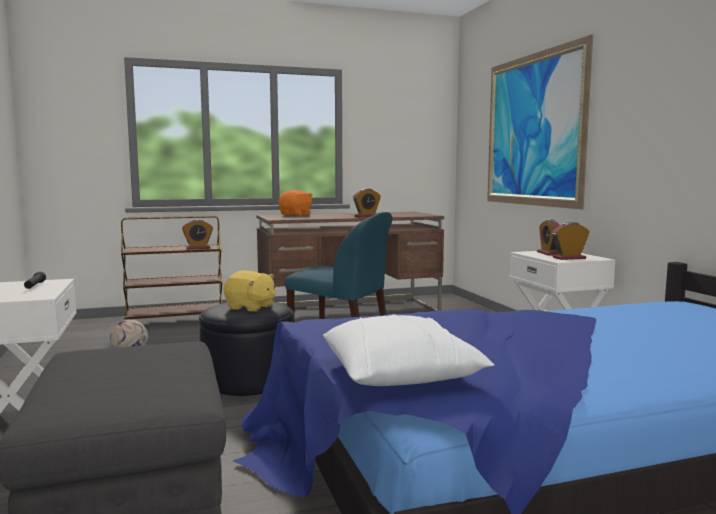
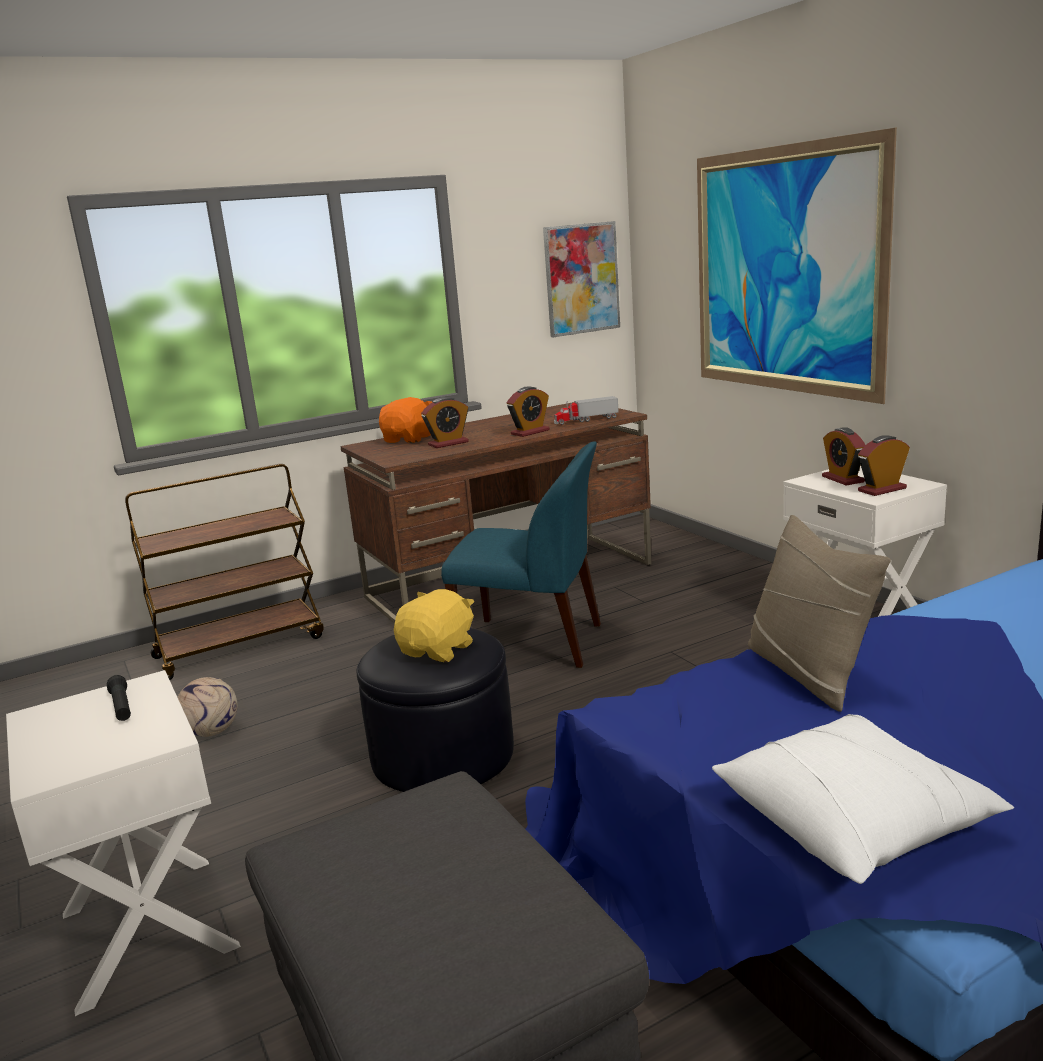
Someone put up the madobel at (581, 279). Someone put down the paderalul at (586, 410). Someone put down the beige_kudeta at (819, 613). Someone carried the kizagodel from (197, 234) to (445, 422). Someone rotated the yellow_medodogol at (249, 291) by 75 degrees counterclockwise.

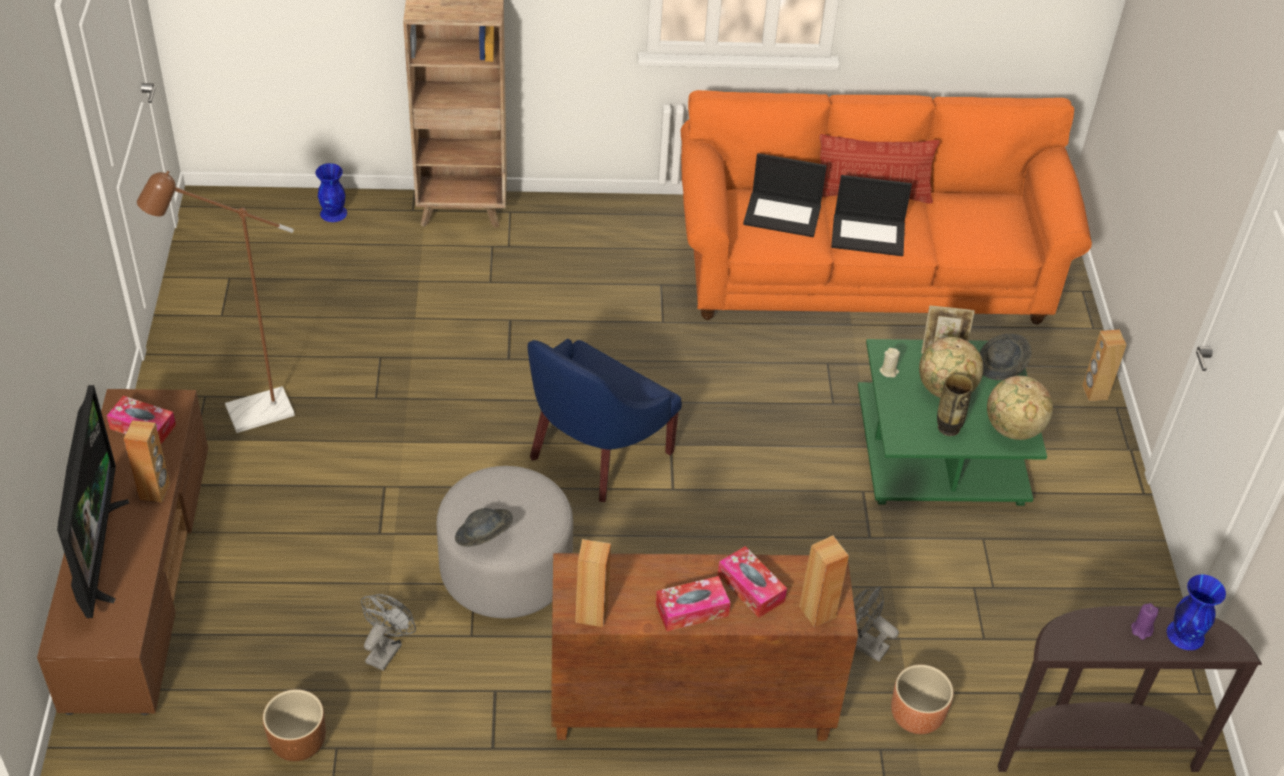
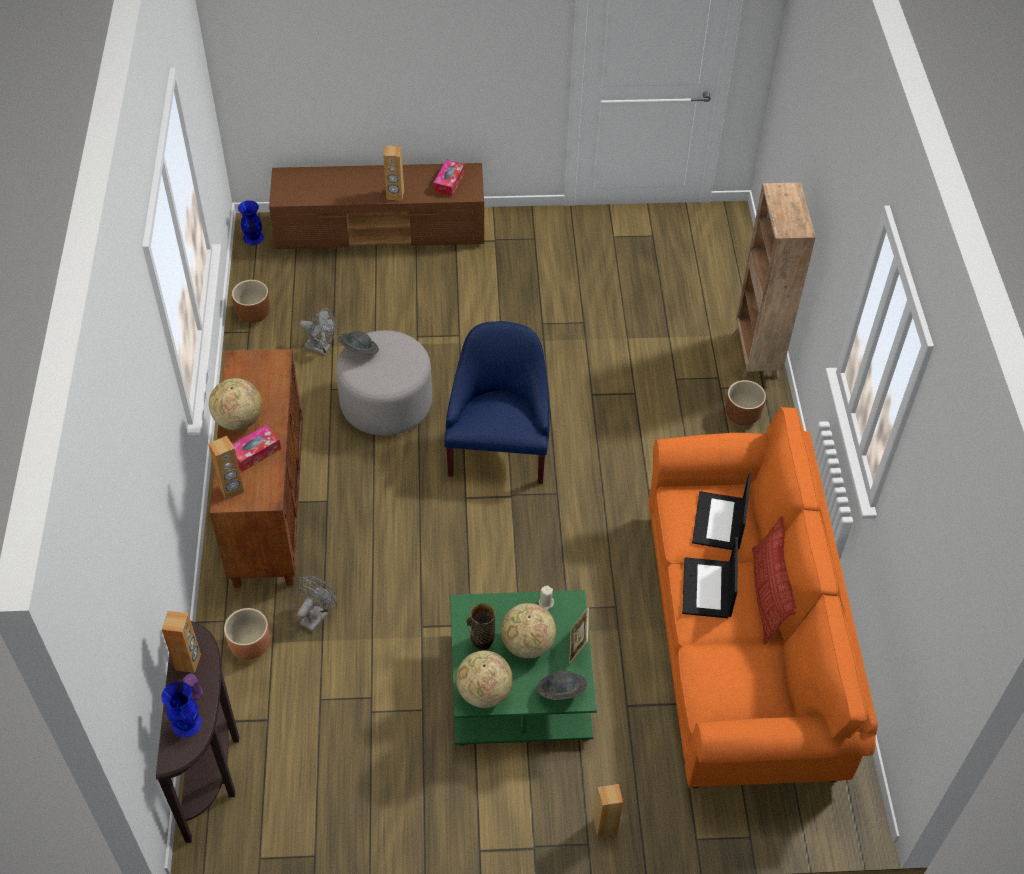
Someone took away the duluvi at (93, 501). Someone took away the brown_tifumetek at (216, 302). Someone put down the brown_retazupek at (745, 403). Someone carried the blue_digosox from (331, 192) to (251, 222). Someone carried the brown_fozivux from (593, 583) to (181, 642). Someone swapped the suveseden at (693, 603) for the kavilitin at (235, 404). Someone rotated the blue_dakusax at (604, 420) by 60 degrees clockwise.

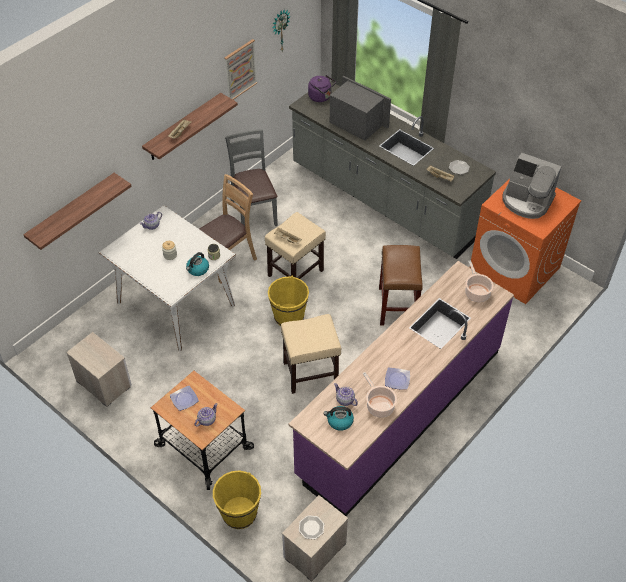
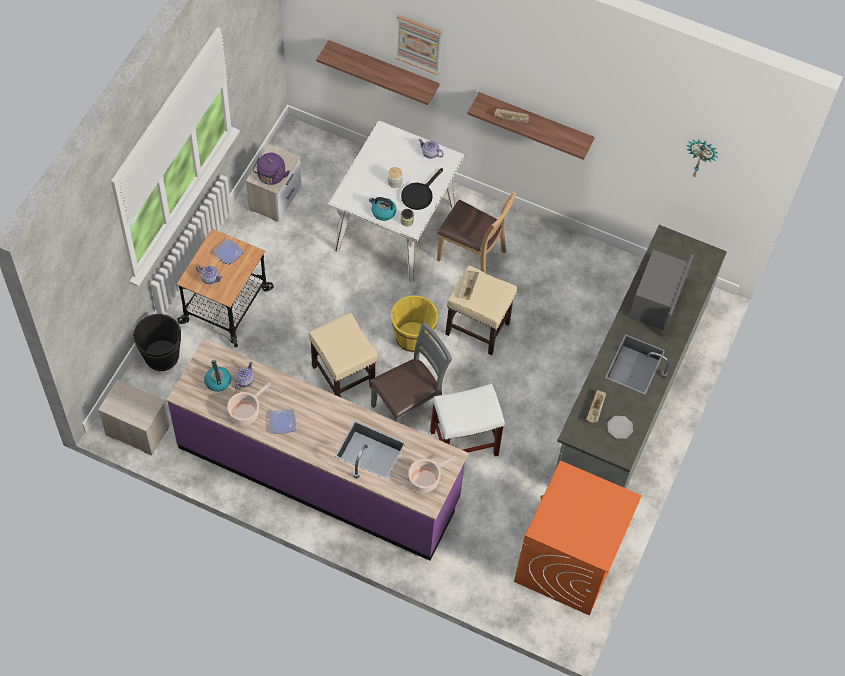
Someone took away the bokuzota at (311, 527). Someone took away the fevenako at (532, 186). Someone put down the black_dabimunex at (422, 189). Someone carried the madobel from (240, 69) to (419, 45). Someone carried the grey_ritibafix from (251, 177) to (411, 372). Someone carried the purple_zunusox from (322, 88) to (271, 169). Someone repainted the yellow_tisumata at (237, 500), which became the black_tisumata at (157, 342). Someone repainted the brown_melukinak at (401, 285), which became the white_melukinak at (467, 420).

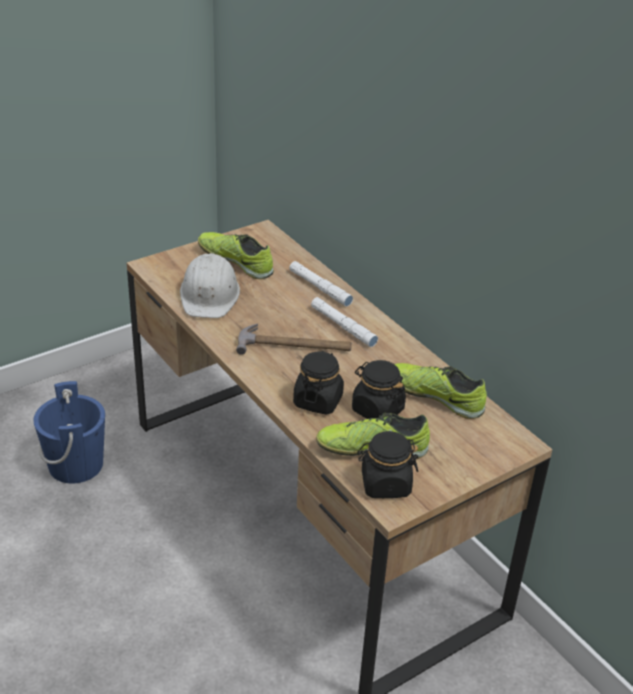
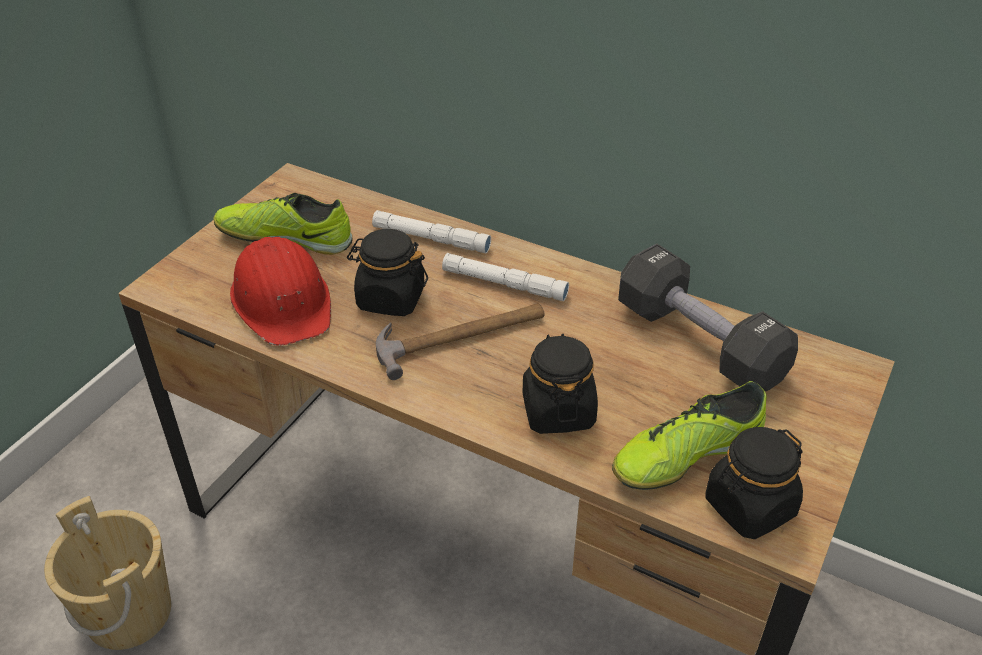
Someone carried the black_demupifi from (379, 389) to (387, 272). Someone swapped the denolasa at (441, 391) for the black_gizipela at (708, 317). Someone repainted the blue_tisumata at (69, 432), which became the beige_tisumata at (107, 573). Someone repainted the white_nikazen at (210, 285), which became the red_nikazen at (280, 291).

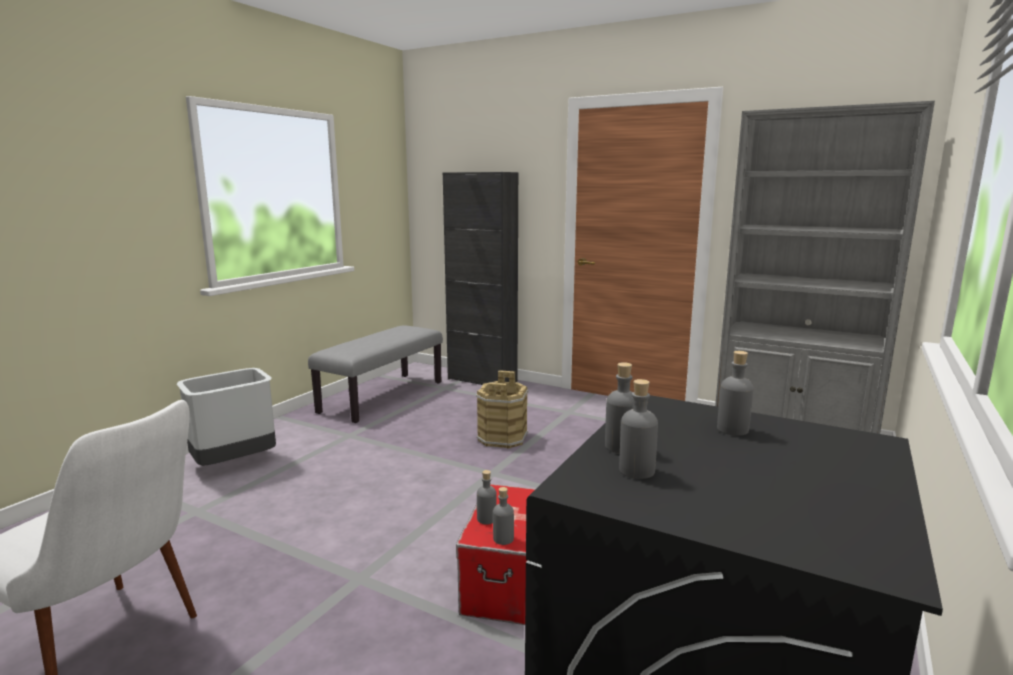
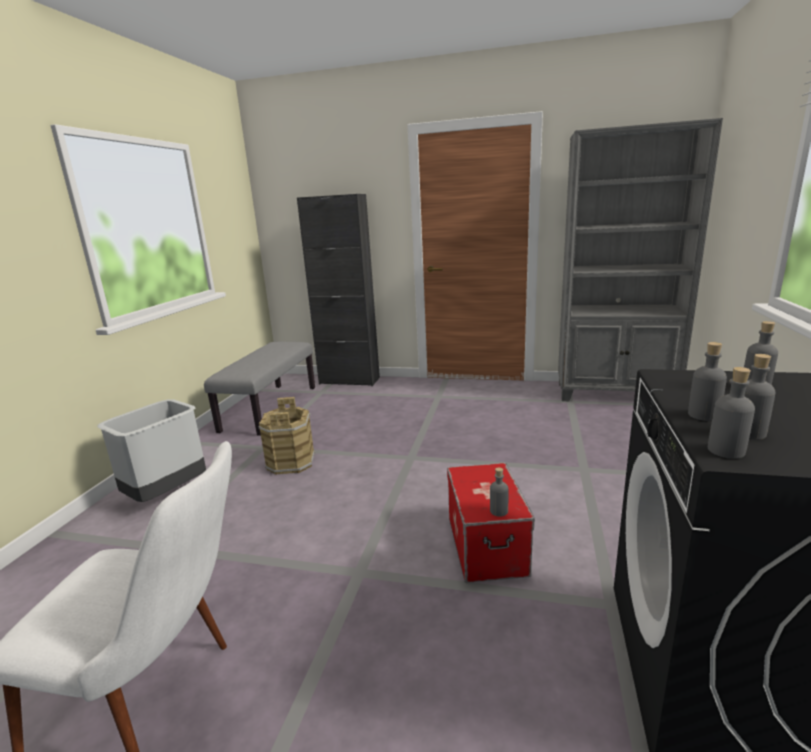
Someone carried the brown_tisumata from (502, 409) to (287, 436). Someone carried the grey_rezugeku from (487, 497) to (731, 413).

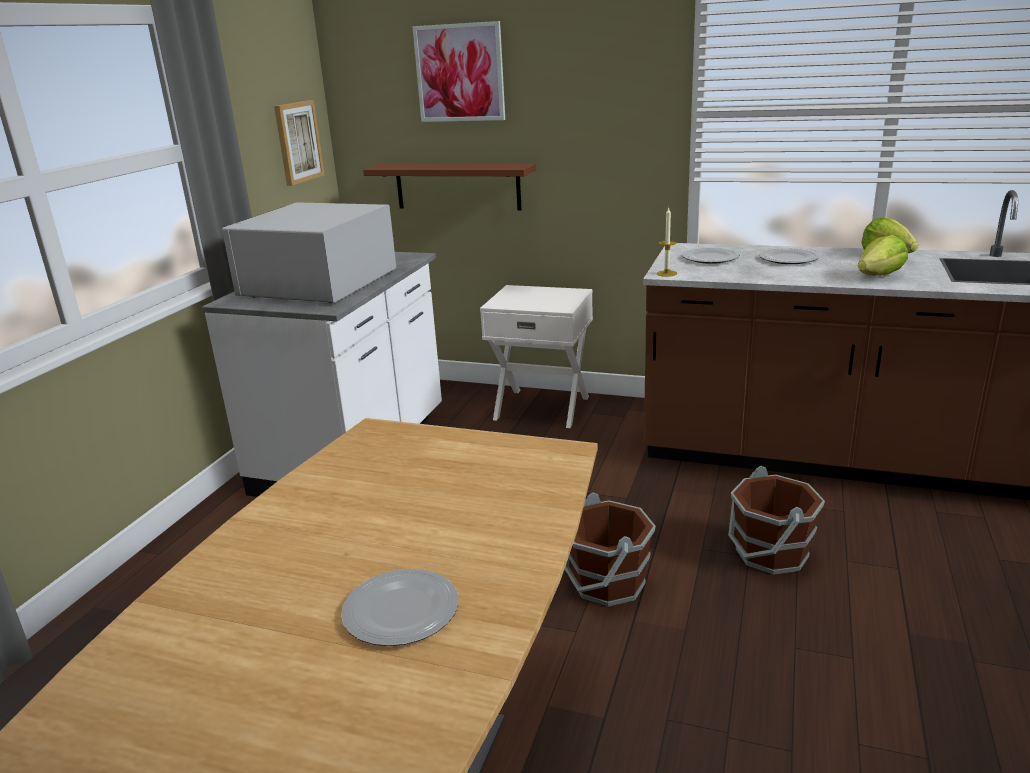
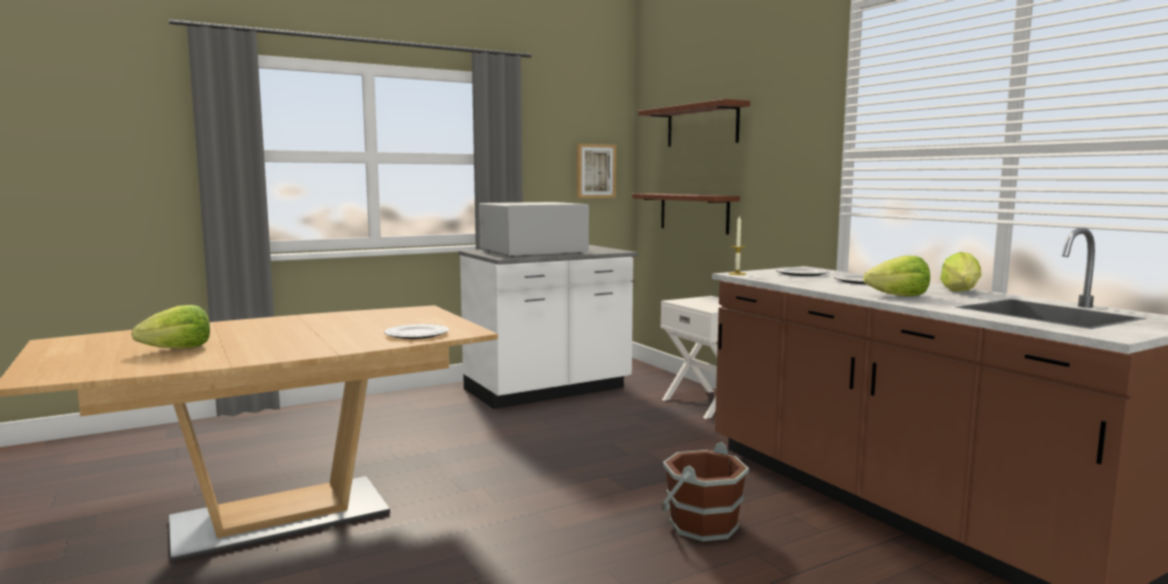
Someone took away the brown_tisumata at (610, 549). Someone put down the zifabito at (170, 327). Someone carried the bokuzota from (400, 607) to (416, 331). Someone swapped the madobel at (458, 71) for the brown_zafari at (694, 123).

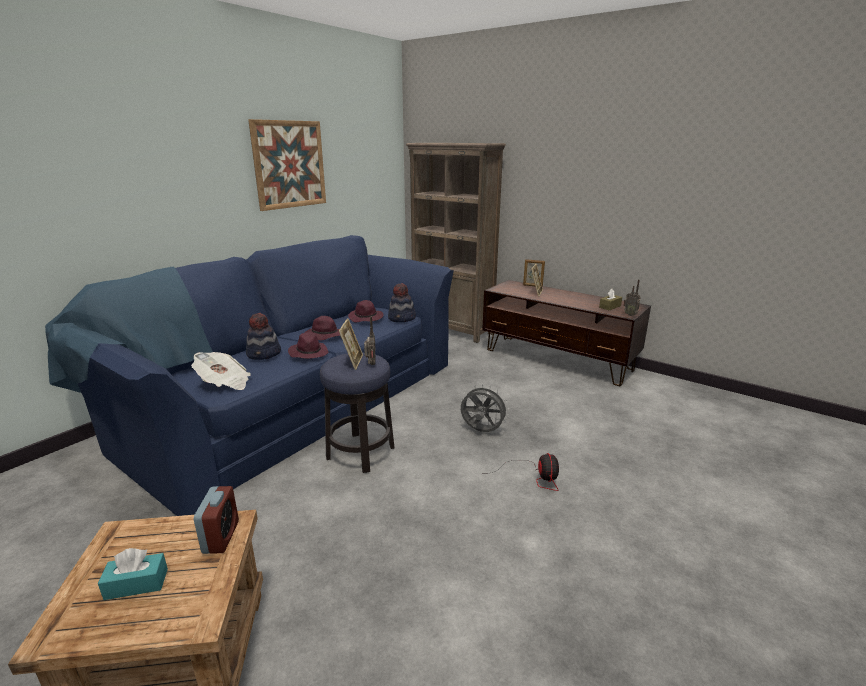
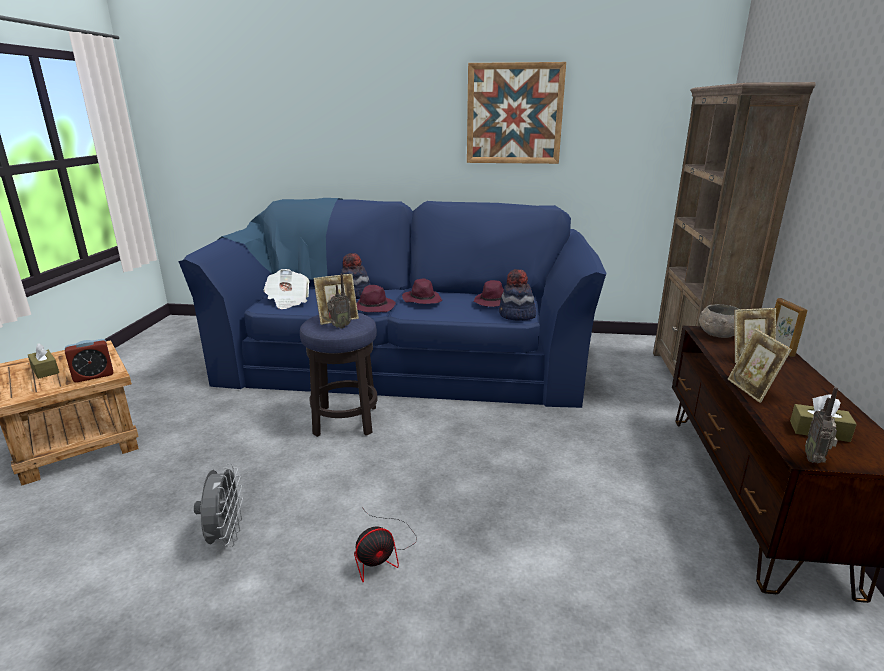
Someone put down the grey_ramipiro at (719, 321). Someone put down the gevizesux at (760, 366). Someone carried the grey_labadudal from (485, 408) to (218, 505). Someone repainted the turquoise_suveseden at (133, 574), which became the brown_suveseden at (43, 361).

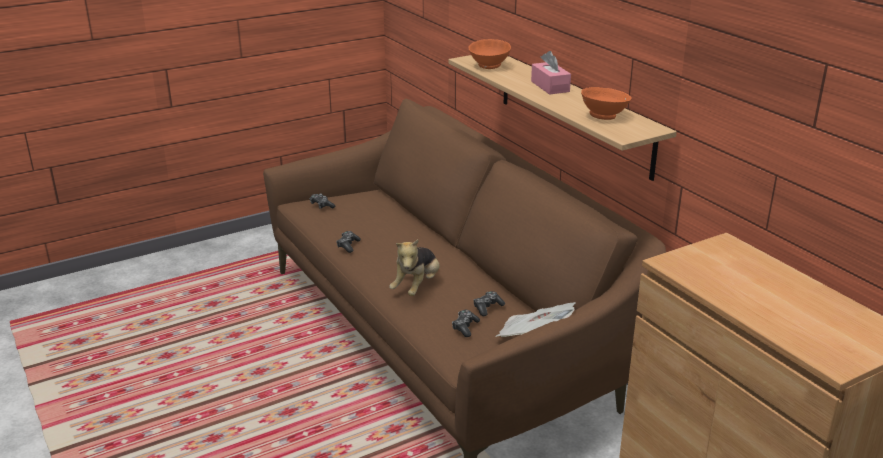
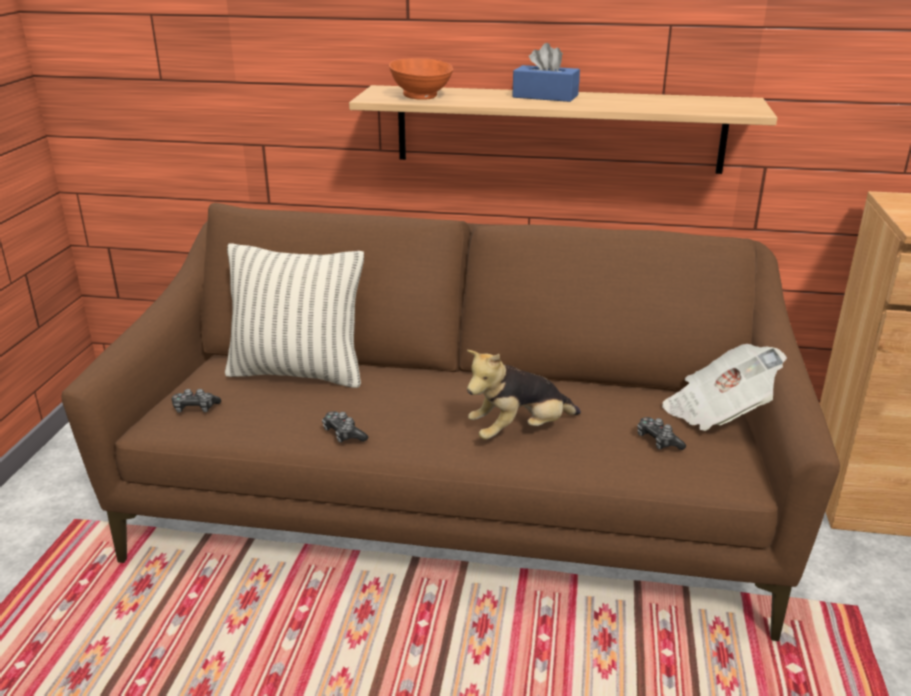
Someone took away the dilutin at (489, 303). Someone took away the orange_ramipiro at (606, 103). Someone put down the kudeta at (294, 315). Someone repainted the pink_suveseden at (551, 73), which became the blue_suveseden at (546, 72). Someone rotated the medodogol at (414, 267) by 90 degrees clockwise.

